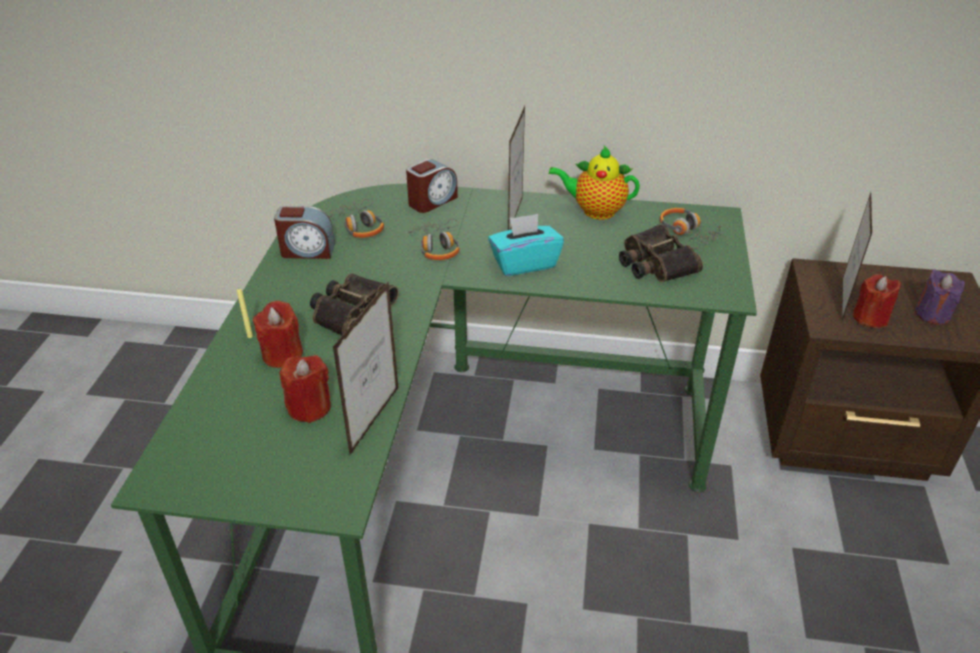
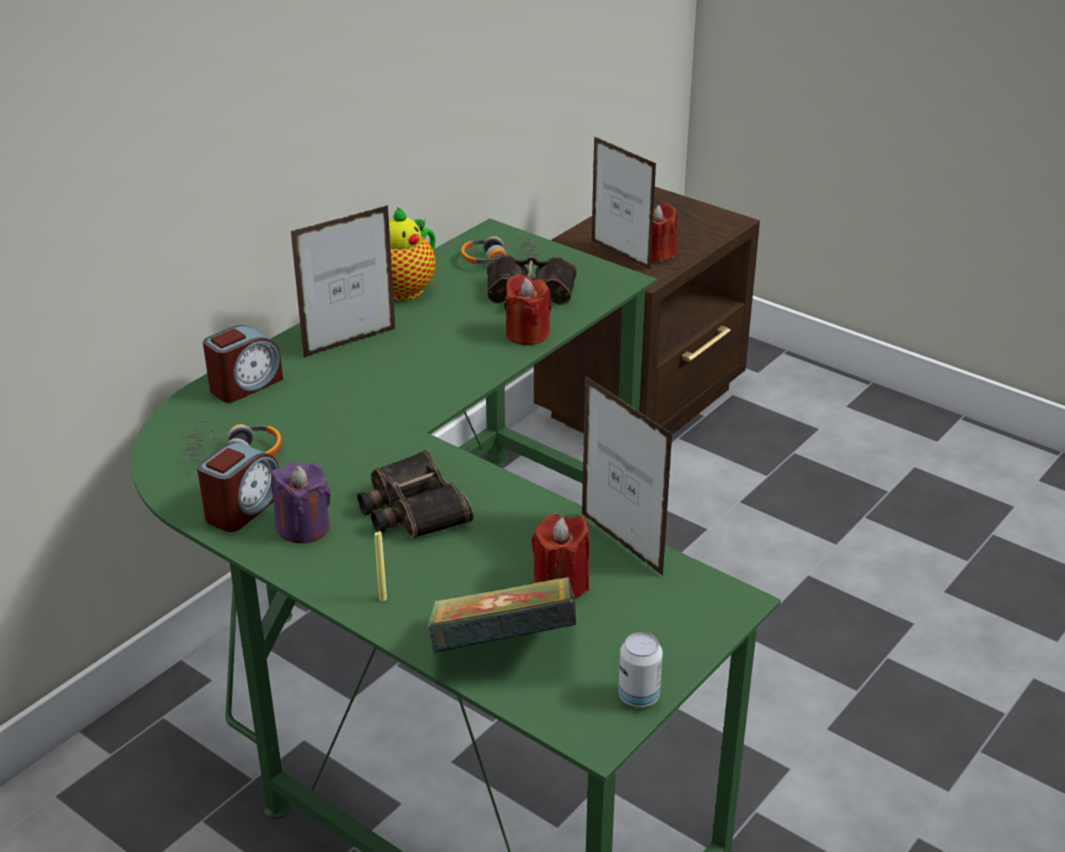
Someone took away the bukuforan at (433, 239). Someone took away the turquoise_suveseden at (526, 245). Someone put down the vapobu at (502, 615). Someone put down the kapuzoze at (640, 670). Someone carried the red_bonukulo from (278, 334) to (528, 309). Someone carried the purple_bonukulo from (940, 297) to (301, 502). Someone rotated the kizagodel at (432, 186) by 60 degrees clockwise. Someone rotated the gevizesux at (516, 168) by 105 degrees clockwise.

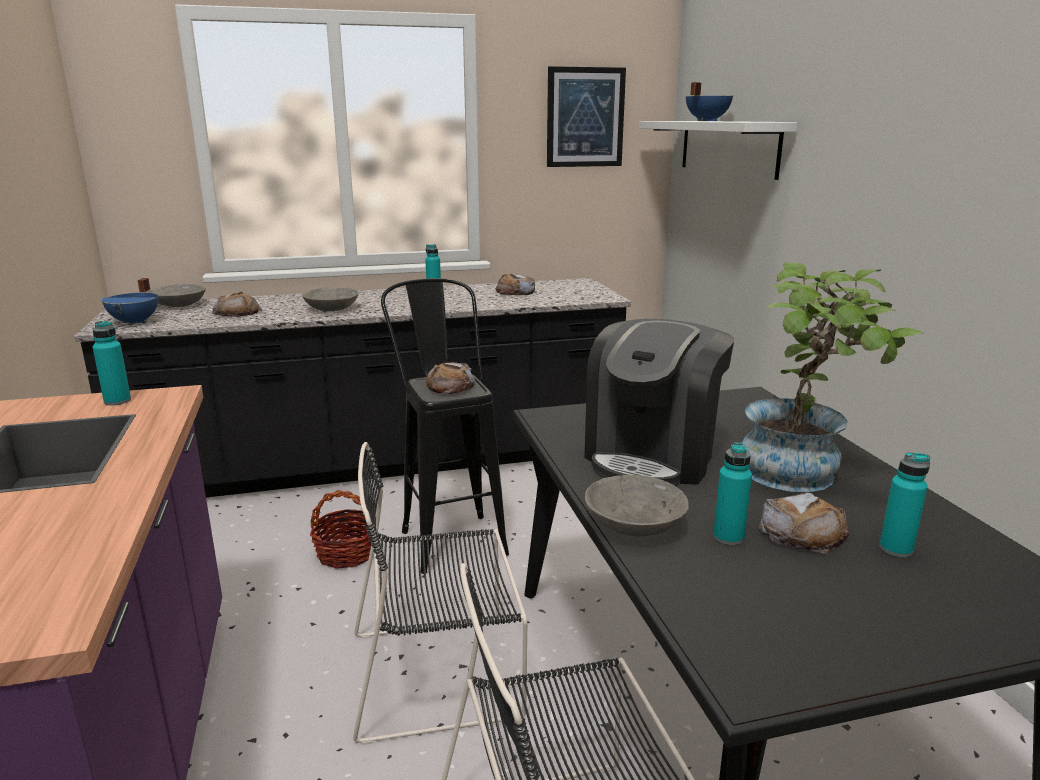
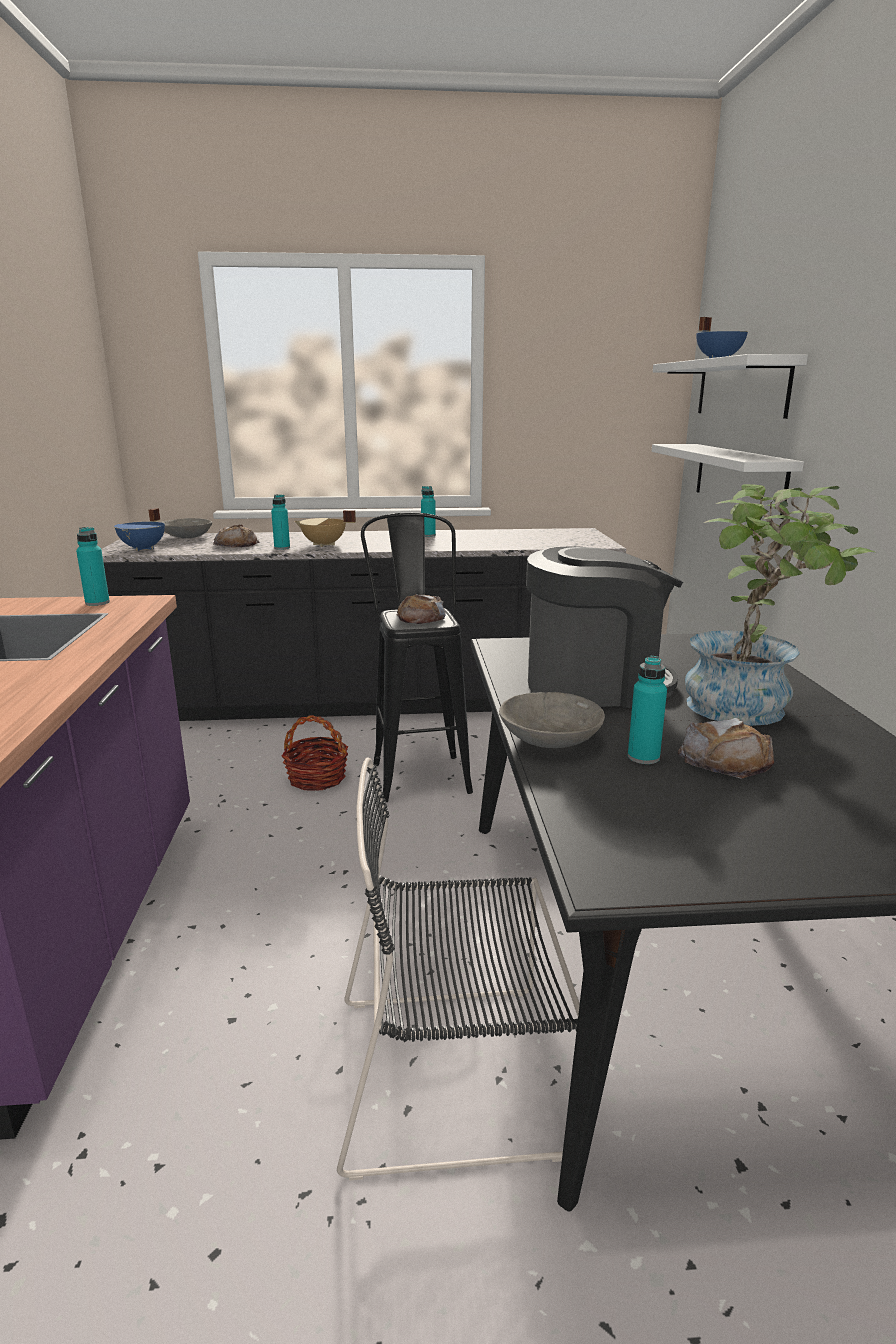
Someone took away the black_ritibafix at (440, 593). Someone took away the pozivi at (515, 284). Someone took away the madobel at (586, 116). Someone put up the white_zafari at (728, 481). Someone carried the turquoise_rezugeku from (904, 504) to (280, 522). Someone swapped the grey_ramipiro at (330, 299) for the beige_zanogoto at (325, 528). Someone rotated the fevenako at (659, 402) by 135 degrees counterclockwise.

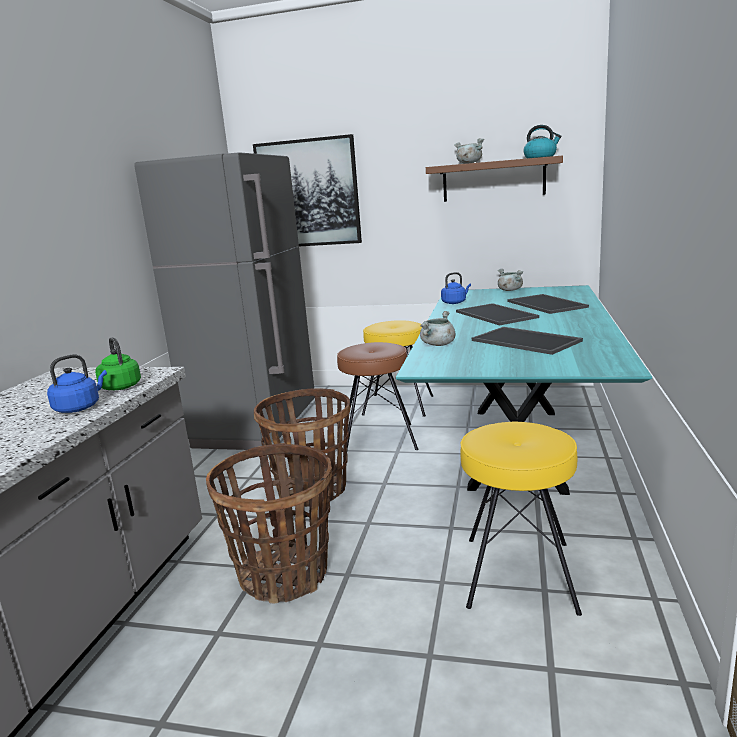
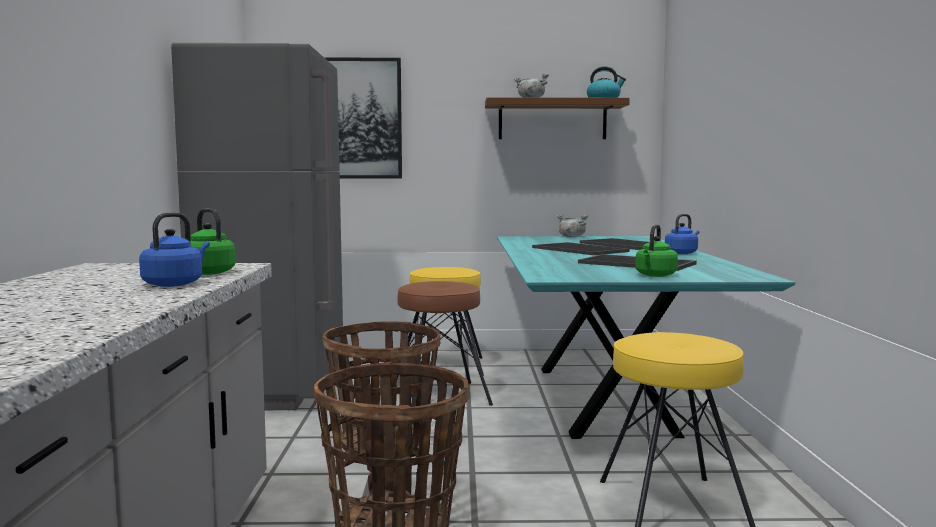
Someone took away the grey_zanogoto at (437, 328). Someone put down the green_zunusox at (656, 250). Someone carried the blue_zunusox from (456, 288) to (682, 234).

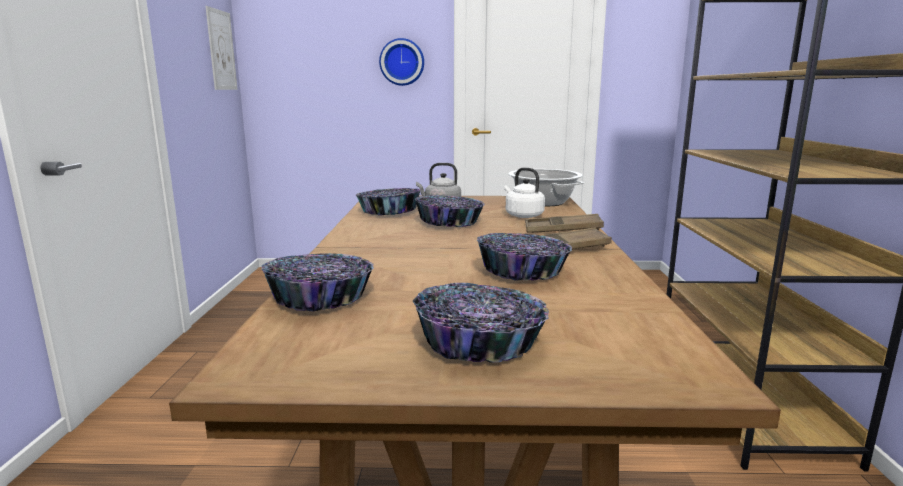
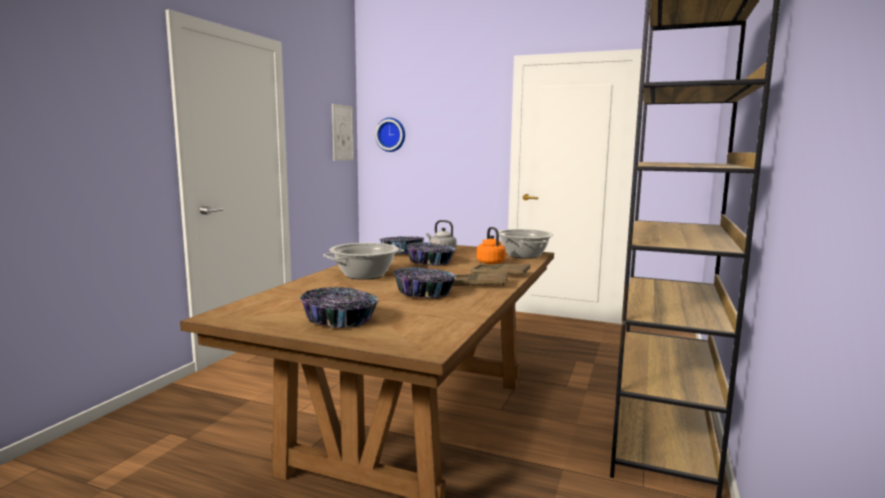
Someone took away the ramipiro at (317, 282). Someone put down the zanogoto at (363, 261). Someone carried the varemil from (401, 62) to (390, 135). Someone repainted the white_zunusox at (524, 193), which became the orange_zunusox at (491, 245).

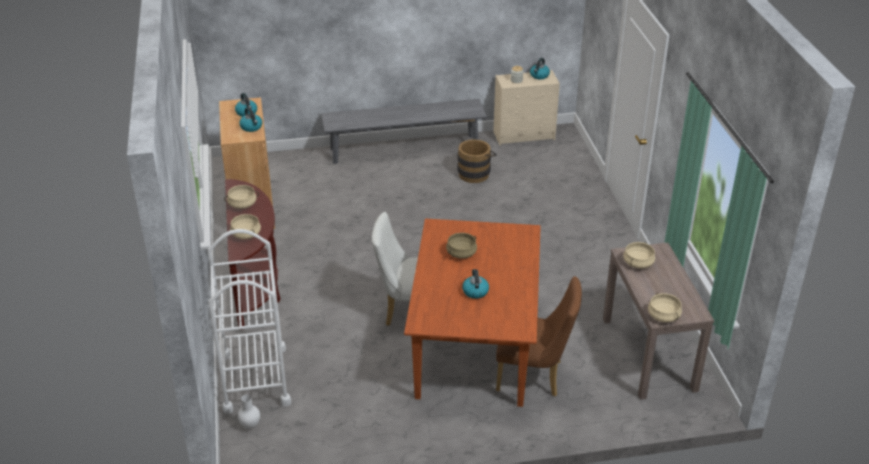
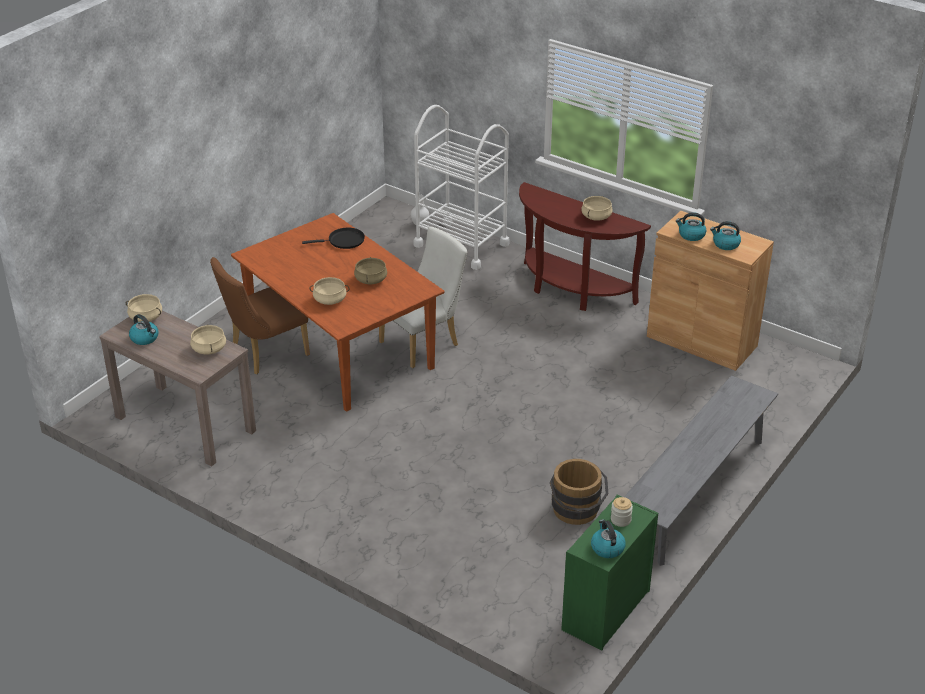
Someone put down the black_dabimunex at (333, 238). Someone carried the beige_zanogoto from (245, 226) to (330, 291). Someone carried the zunusox from (475, 284) to (144, 329). Someone repainted the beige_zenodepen at (526, 108), which became the green_zenodepen at (609, 572).

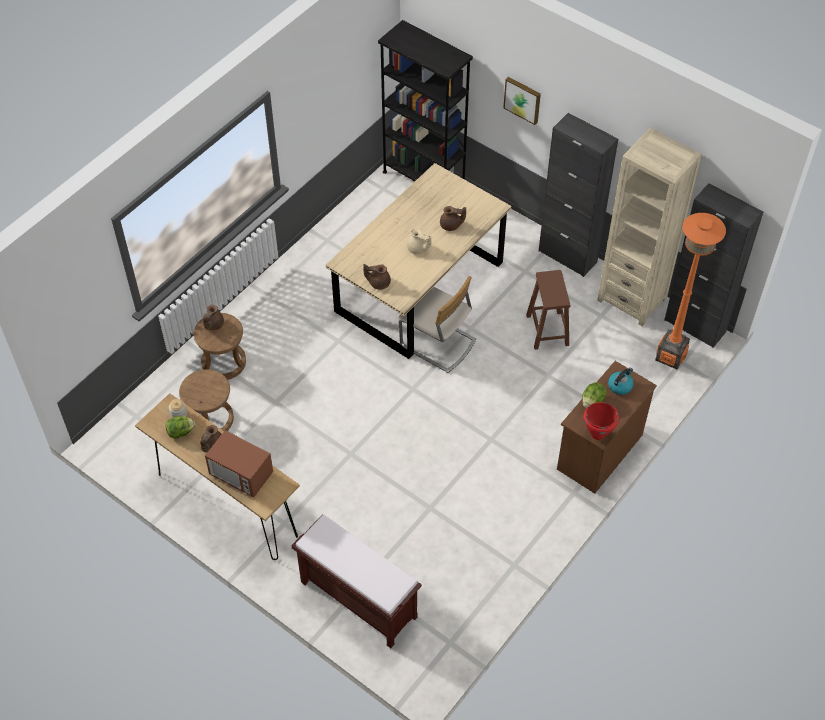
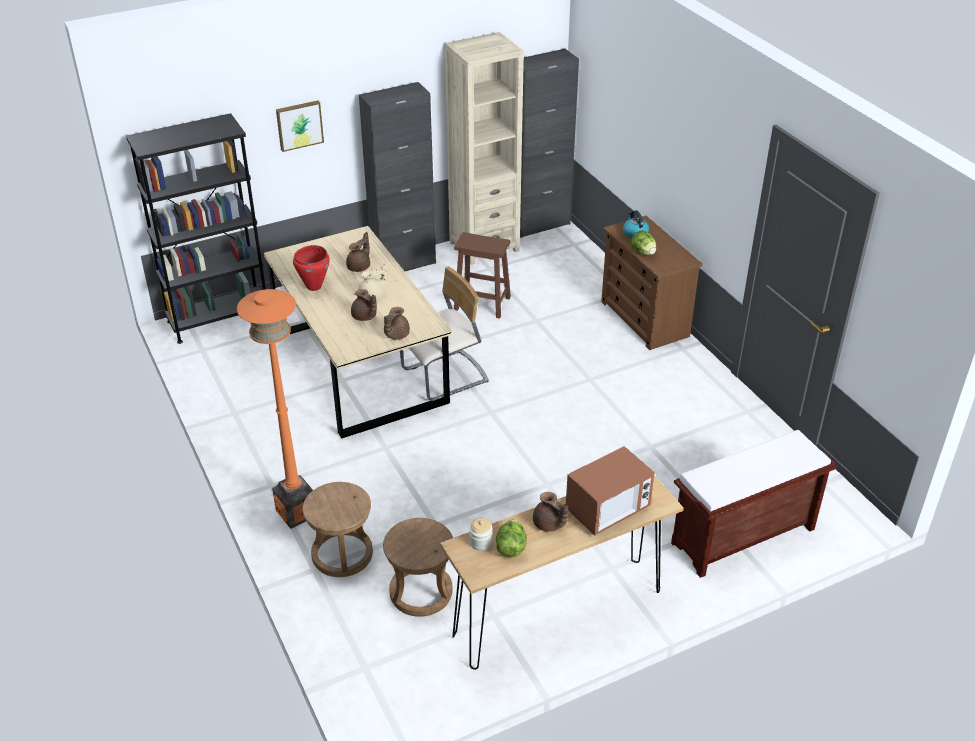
Someone carried the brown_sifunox from (213, 318) to (364, 305). Someone carried the red_zanogoto from (601, 421) to (311, 268). Someone carried the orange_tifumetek from (690, 291) to (275, 409).

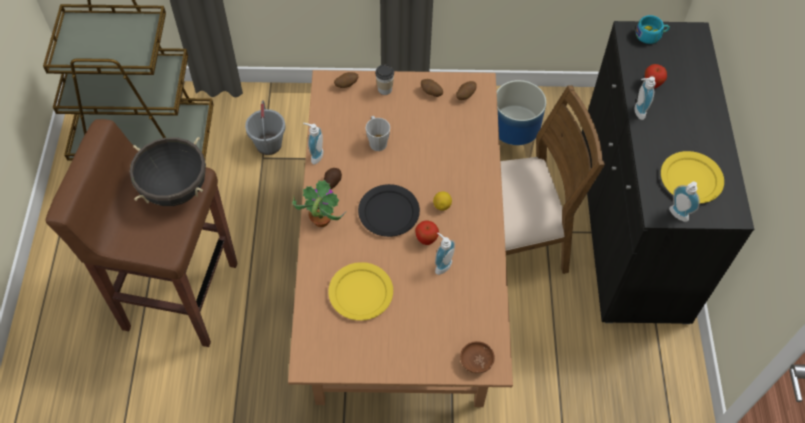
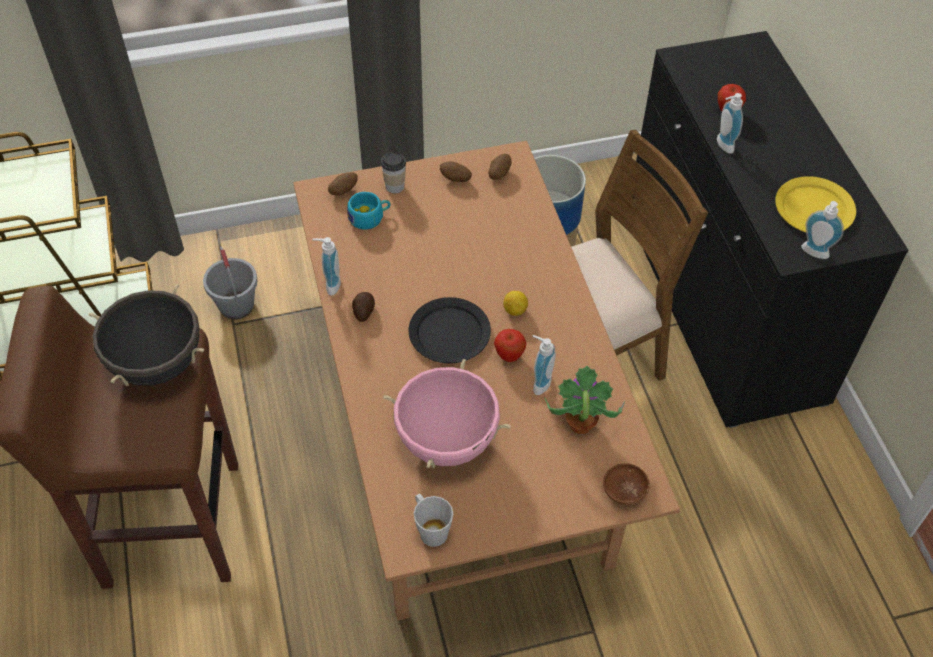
Someone carried the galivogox from (319, 203) to (584, 400). Someone carried the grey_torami from (378, 133) to (433, 520). Someone carried the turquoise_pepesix from (653, 29) to (369, 211). Someone swapped the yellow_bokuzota at (360, 291) for the pink_zanogoto at (447, 413).

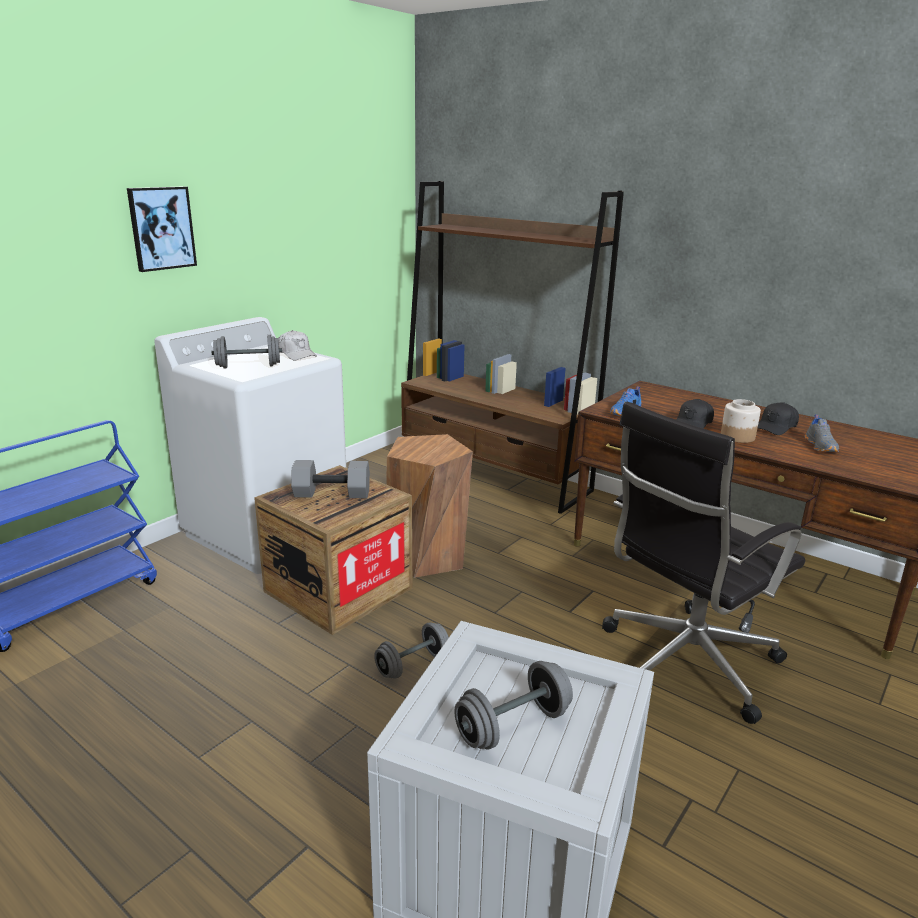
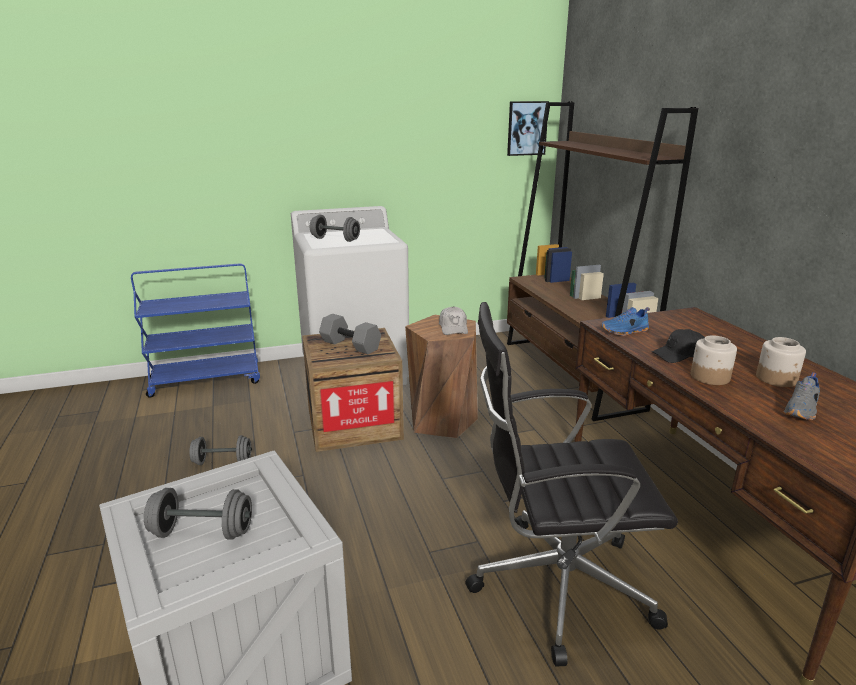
Someone carried the madobel from (162, 229) to (528, 128). Someone carried the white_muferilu from (297, 345) to (453, 320). Someone carried the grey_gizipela from (411, 650) to (220, 450). Someone swapped the black_muferilu at (778, 418) for the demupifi at (781, 362).

